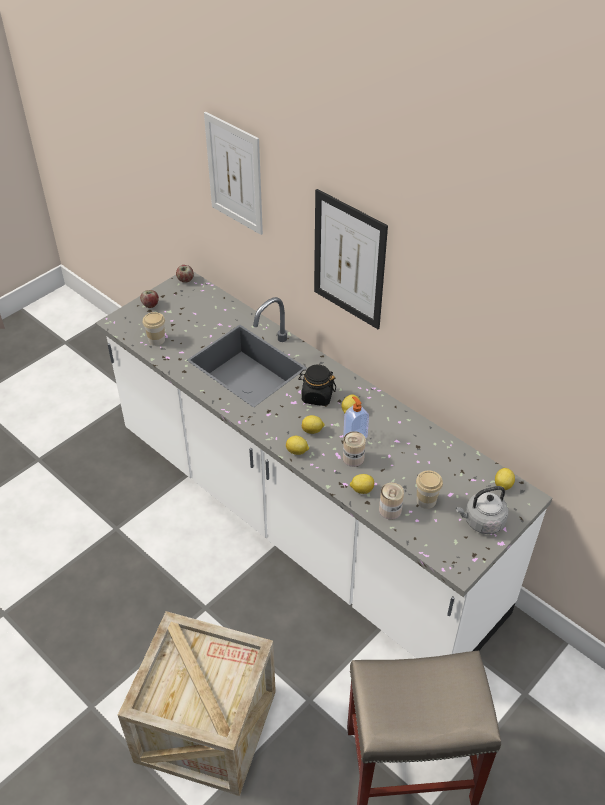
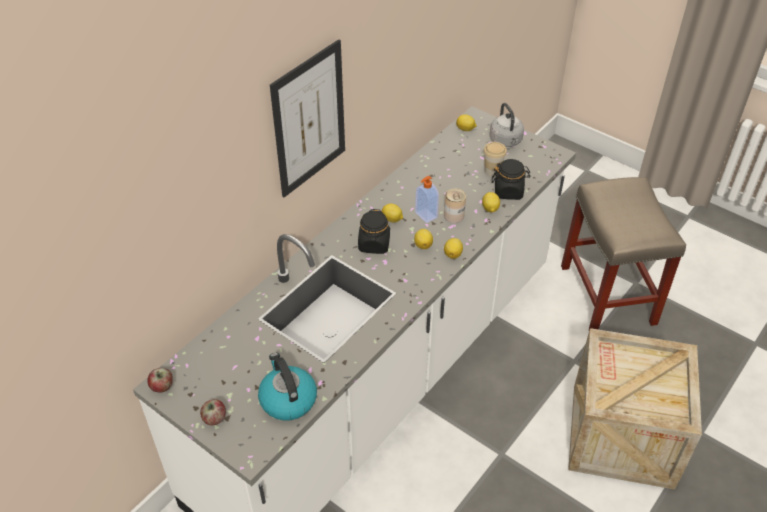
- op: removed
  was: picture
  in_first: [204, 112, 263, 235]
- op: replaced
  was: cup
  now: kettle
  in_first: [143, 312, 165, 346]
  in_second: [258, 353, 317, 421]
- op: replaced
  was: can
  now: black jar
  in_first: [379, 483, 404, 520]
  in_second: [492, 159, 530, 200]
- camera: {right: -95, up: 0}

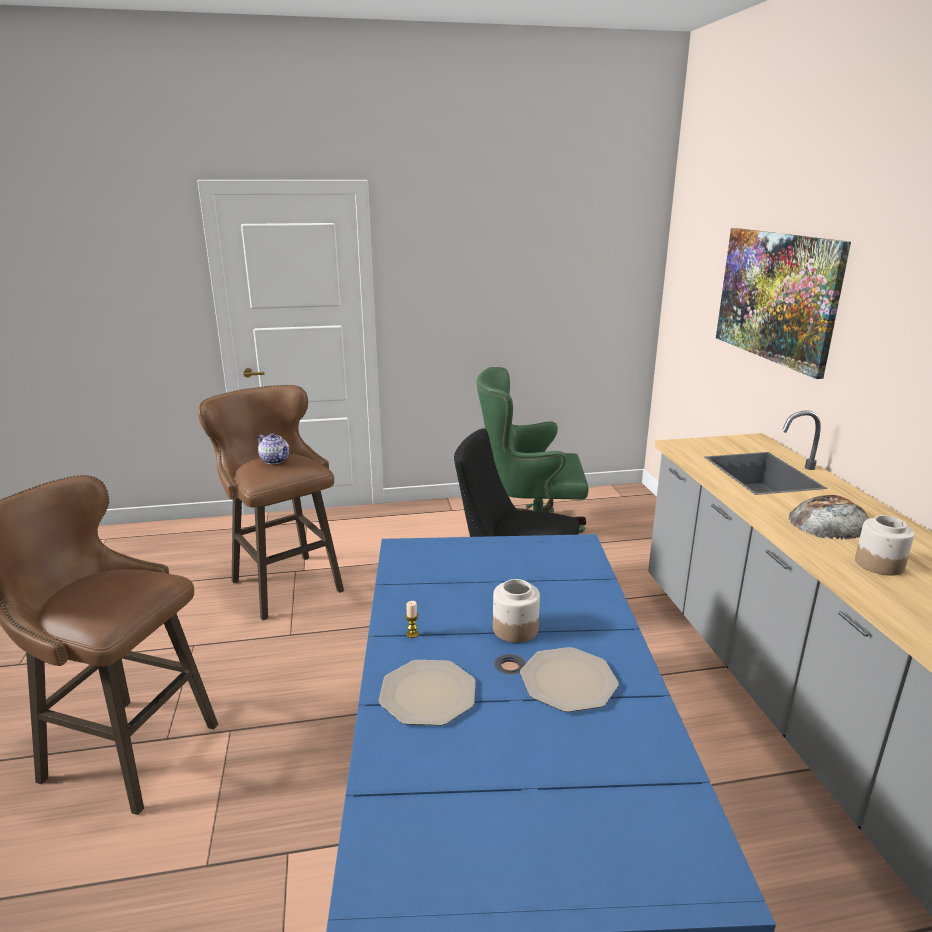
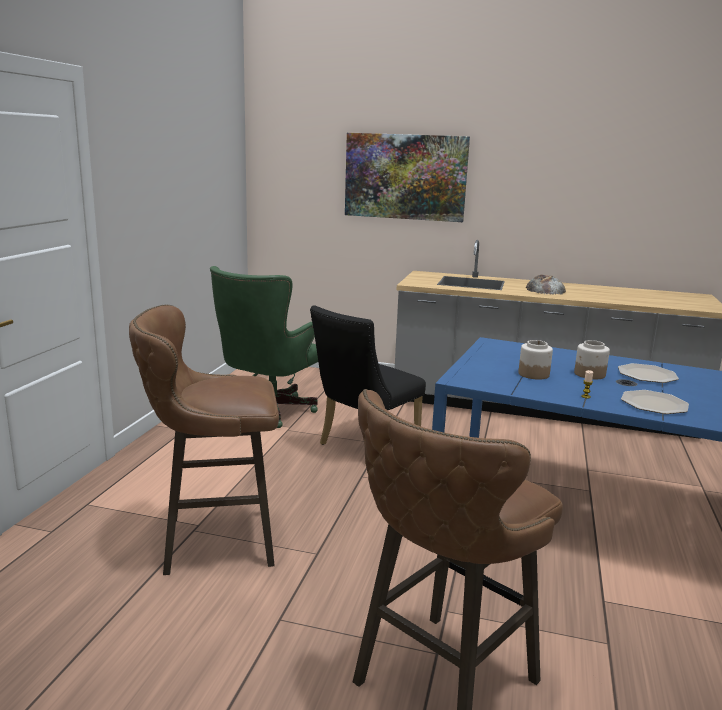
- op: removed
  was: teapot
  in_first: [257, 433, 289, 464]
- op: moved
  was: jar
  in_first: [855, 515, 914, 576]
  in_second: [518, 340, 553, 380]
- camera: {right: -65, up: -5}

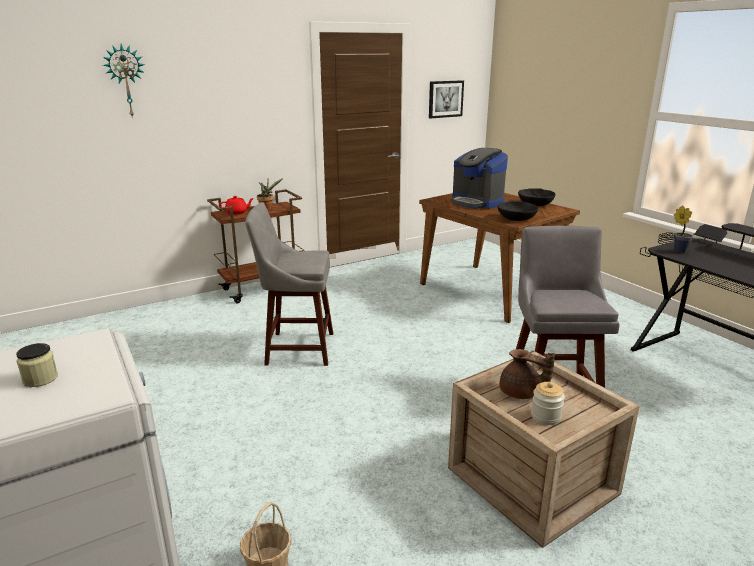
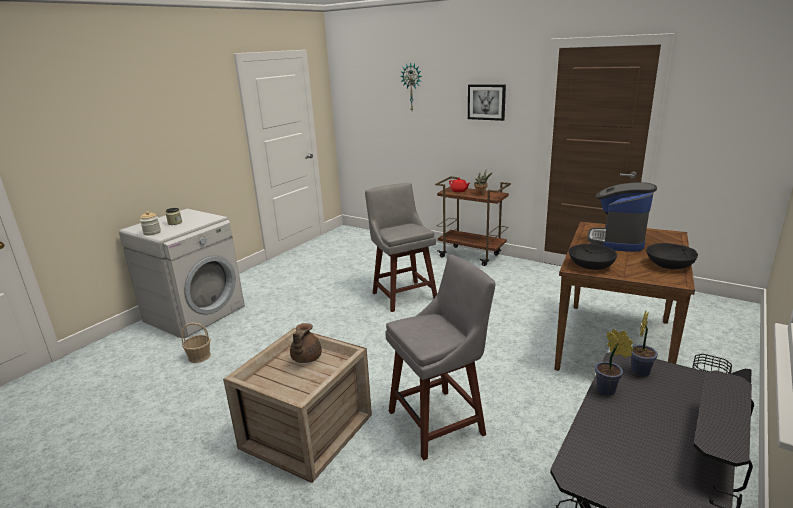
- op: added
  now: potted plant
  in_second: [595, 329, 634, 396]
- op: moved
  was: picture
  in_first: [429, 80, 464, 119]
  in_second: [468, 84, 506, 121]
- op: moved
  was: jar
  in_first: [531, 382, 565, 425]
  in_second: [140, 211, 161, 235]
- camera: {right: 65, up: 0}

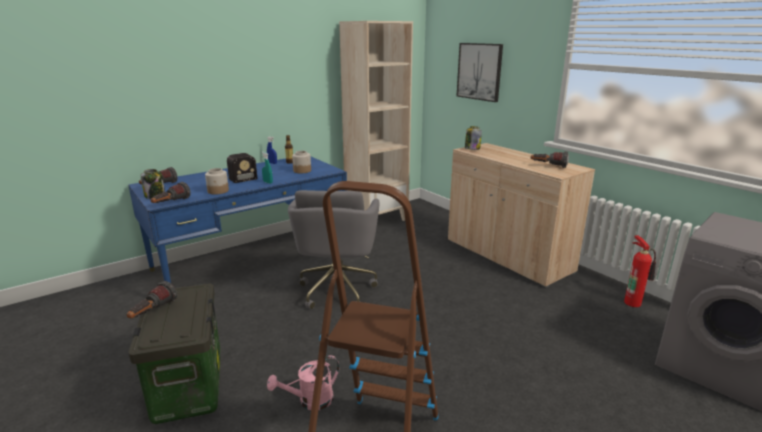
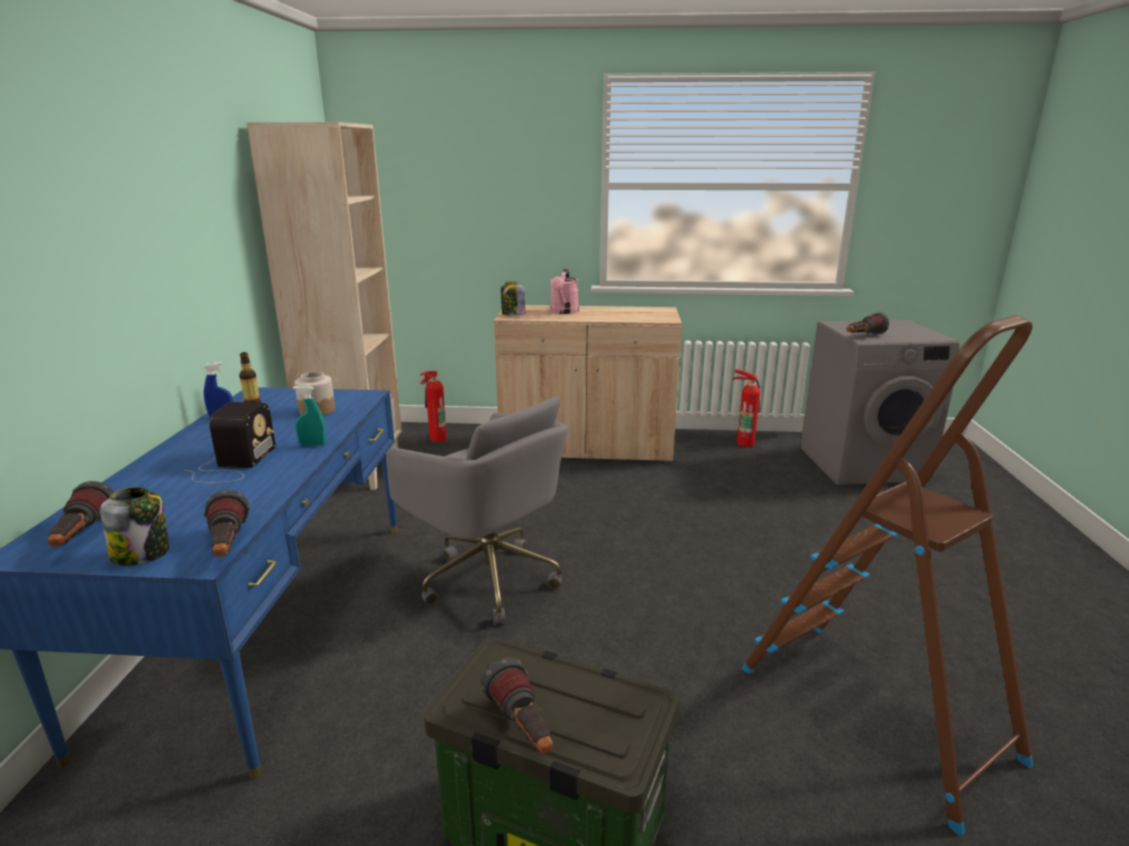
- op: removed
  was: jar
  in_first: [205, 168, 229, 195]
- op: removed
  was: picture
  in_first: [457, 43, 503, 102]
- op: added
  now: fire extinguisher
  in_second: [420, 371, 447, 442]
- op: moved
  was: pink watering can
  in_first: [267, 355, 339, 410]
  in_second: [550, 269, 579, 314]
- op: moved
  was: flashlight
  in_first: [531, 151, 569, 168]
  in_second: [846, 312, 889, 335]
- camera: {right: -50, up: 0}

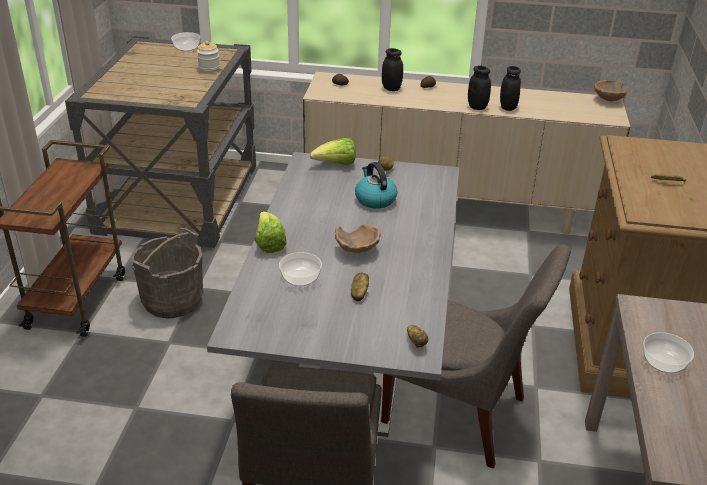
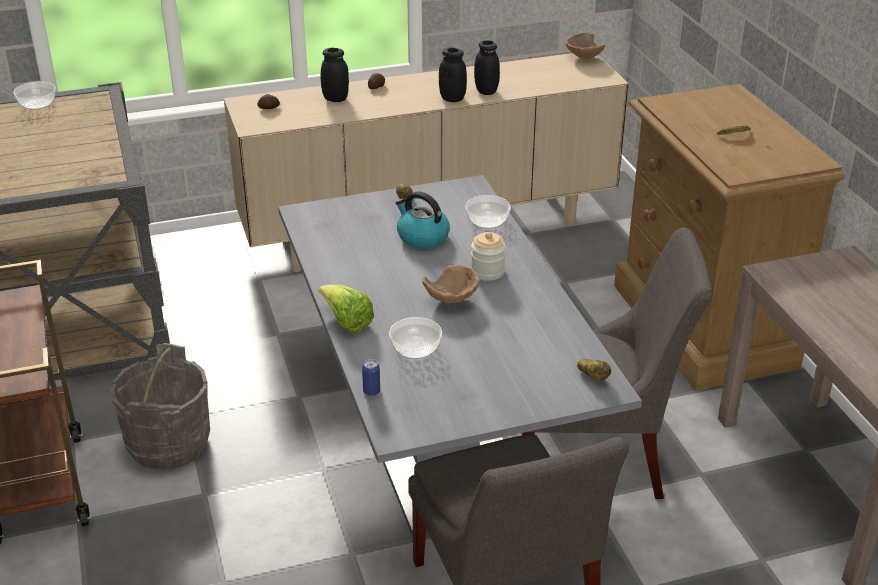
- op: removed
  was: lettuce
  in_first: [309, 138, 356, 165]
- op: removed
  was: potato
  in_first: [351, 273, 369, 301]
- op: added
  now: can
  in_second: [362, 359, 380, 396]
- op: moved
  was: jar
  in_first: [197, 41, 220, 73]
  in_second: [471, 232, 506, 281]
- op: moved
  was: bowl
  in_first: [643, 332, 694, 373]
  in_second: [465, 195, 511, 228]
- camera: {right: -25, up: 0}

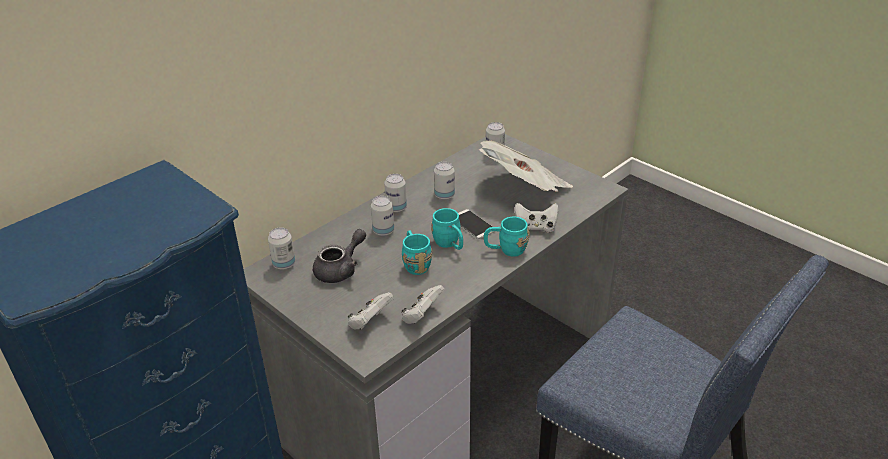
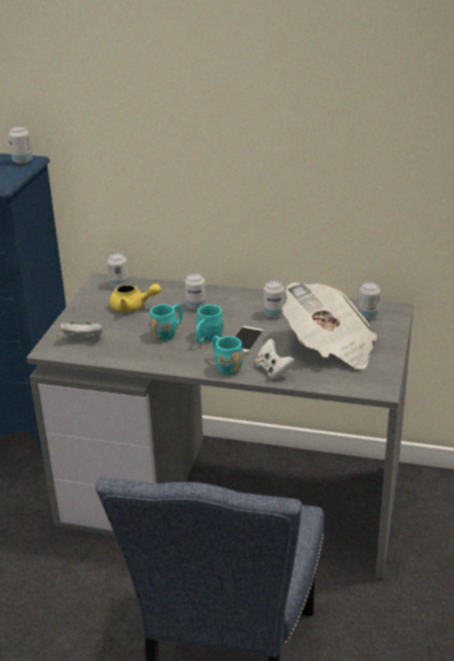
- op: removed
  was: white game controller
  in_first: [401, 285, 445, 324]
- op: moved
  was: can
  in_first: [384, 174, 407, 213]
  in_second: [8, 126, 32, 164]
- op: recoloured
  was: grey teapot
  now: yellow teapot
  in_first: [313, 229, 366, 283]
  in_second: [110, 282, 161, 312]
- camera: {right: 60, up: -5}

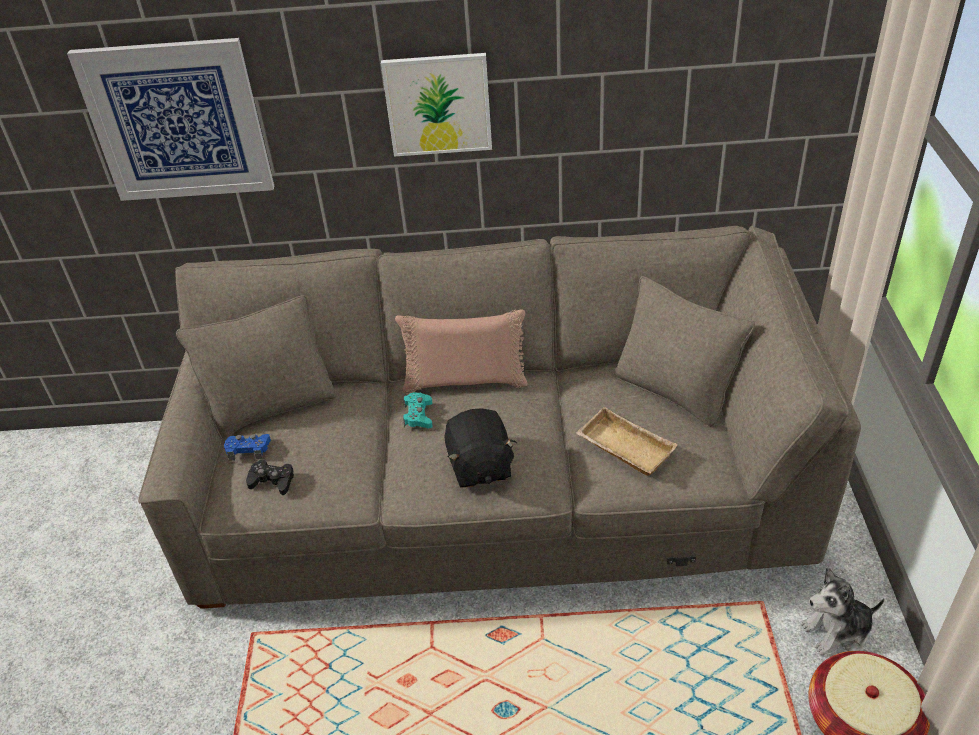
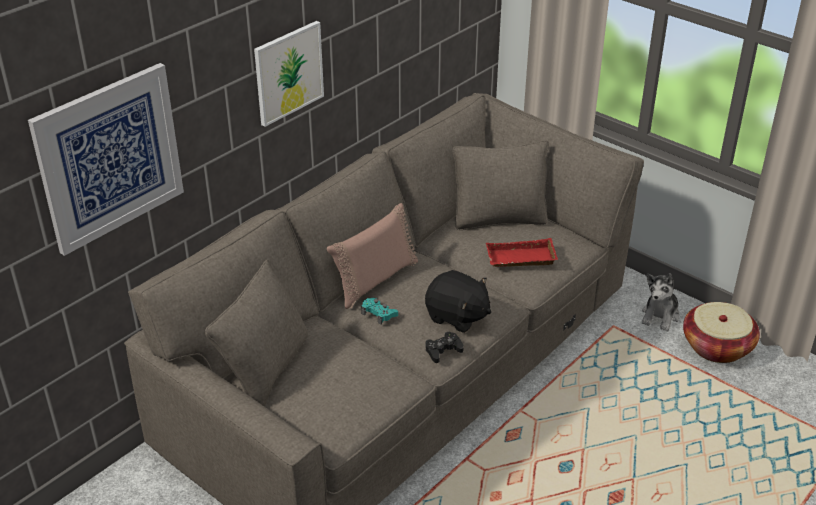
- op: removed
  was: blue game controller
  in_first: [224, 434, 271, 461]
- op: moved
  was: black game controller
  in_first: [246, 459, 294, 495]
  in_second: [425, 331, 464, 363]
- op: recoloured
  was: beige tray
  now: red tray
  in_first: [576, 407, 678, 476]
  in_second: [486, 238, 558, 267]
- camera: {right: -50, up: -5}

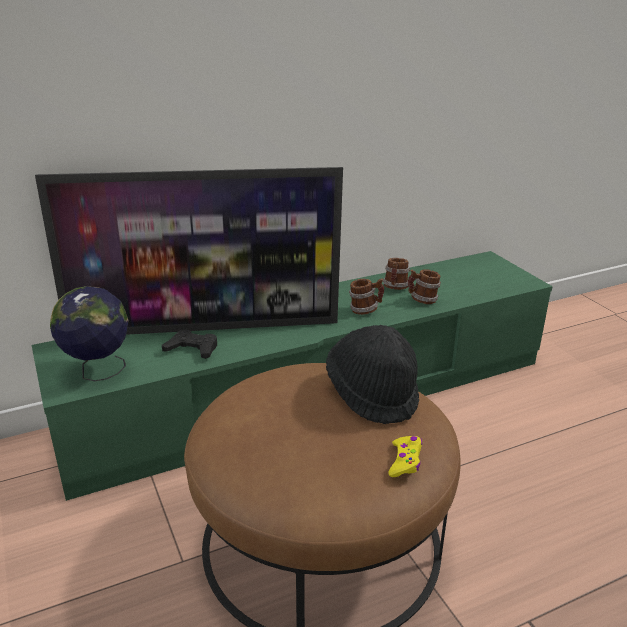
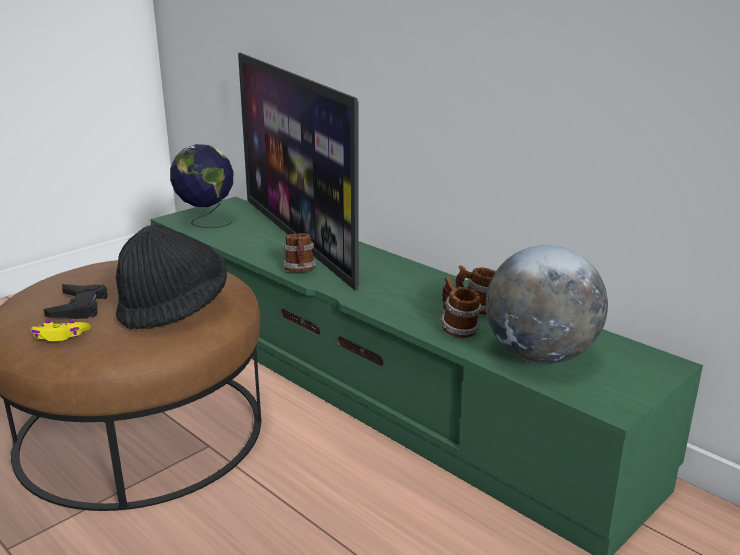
- op: added
  now: globe
  in_second: [486, 245, 608, 364]
- op: moved
  was: black game controller
  in_first: [162, 330, 217, 359]
  in_second: [44, 284, 108, 319]
- op: moved
  was: mug
  in_first: [349, 278, 384, 315]
  in_second: [283, 233, 317, 272]
- camera: {right: 70, up: -5}

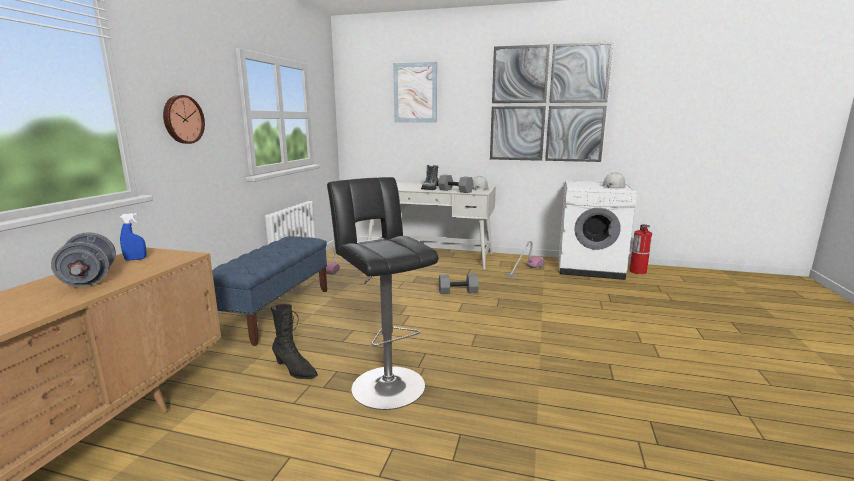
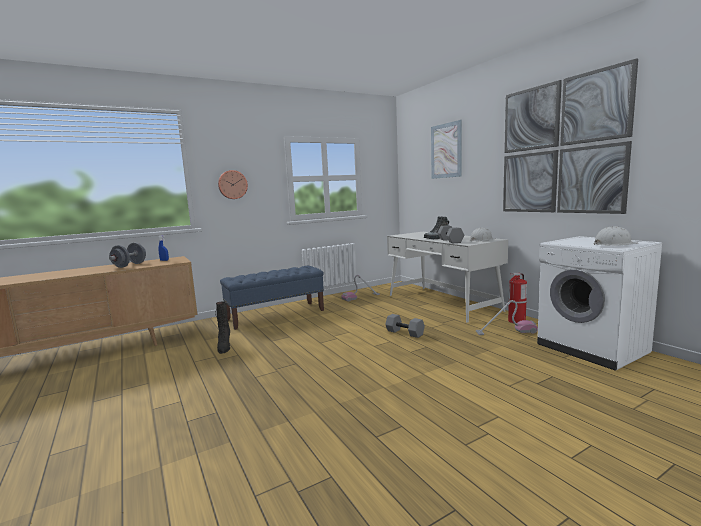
- op: removed
  was: black stool
  in_first: [327, 177, 439, 410]
- op: moved
  was: fire extinguisher
  in_first: [629, 224, 652, 274]
  in_second: [508, 273, 527, 323]
- camera: {right: 45, up: -5}

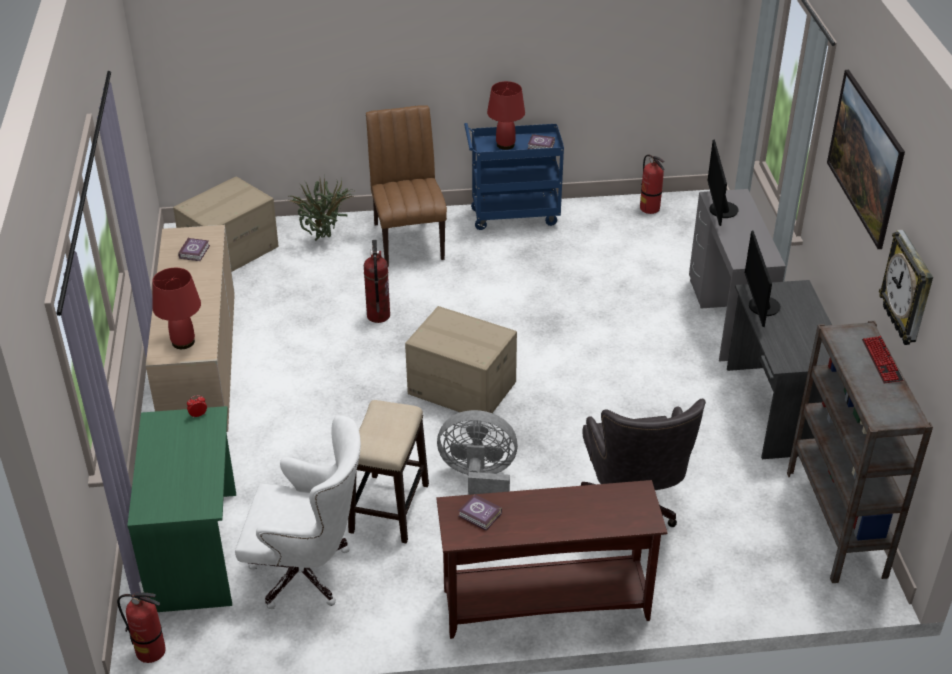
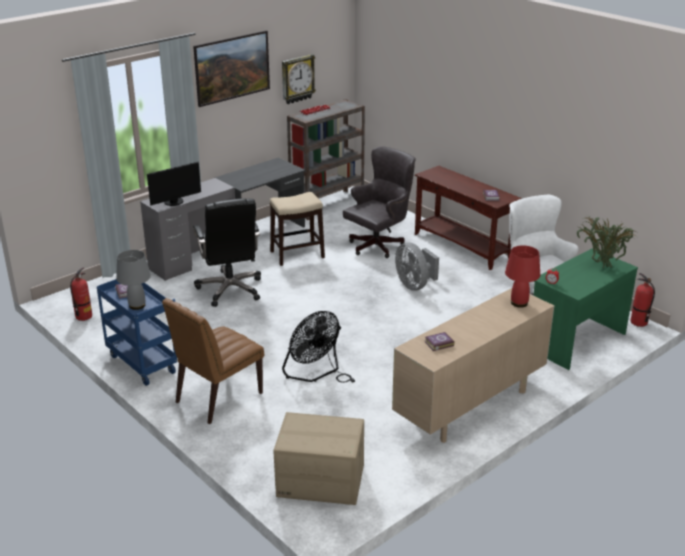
- op: removed
  was: cardboard box
  in_first: [405, 306, 517, 413]
- op: removed
  was: monitor
  in_first: [745, 231, 781, 328]
- op: added
  now: black office chair
  in_second: [193, 198, 261, 307]
- op: moved
  was: potted plant
  in_first: [288, 176, 355, 241]
  in_second: [577, 217, 636, 268]
- op: moved
  was: stool
  in_first: [348, 400, 429, 543]
  in_second: [270, 192, 325, 266]
- op: replaced
  was: fire extinguisher
  now: black fan
  in_first: [364, 240, 390, 323]
  in_second: [282, 311, 355, 383]
- op: recoloured
  was: red table lamp
  now: grey table lamp
  in_first: [487, 81, 525, 150]
  in_second: [116, 250, 151, 310]
- camera: {right: -125, up: -10}

